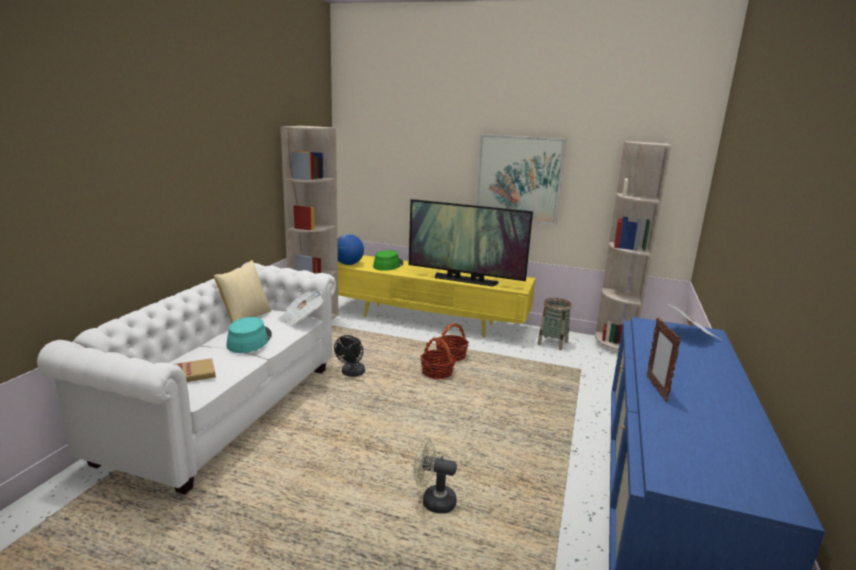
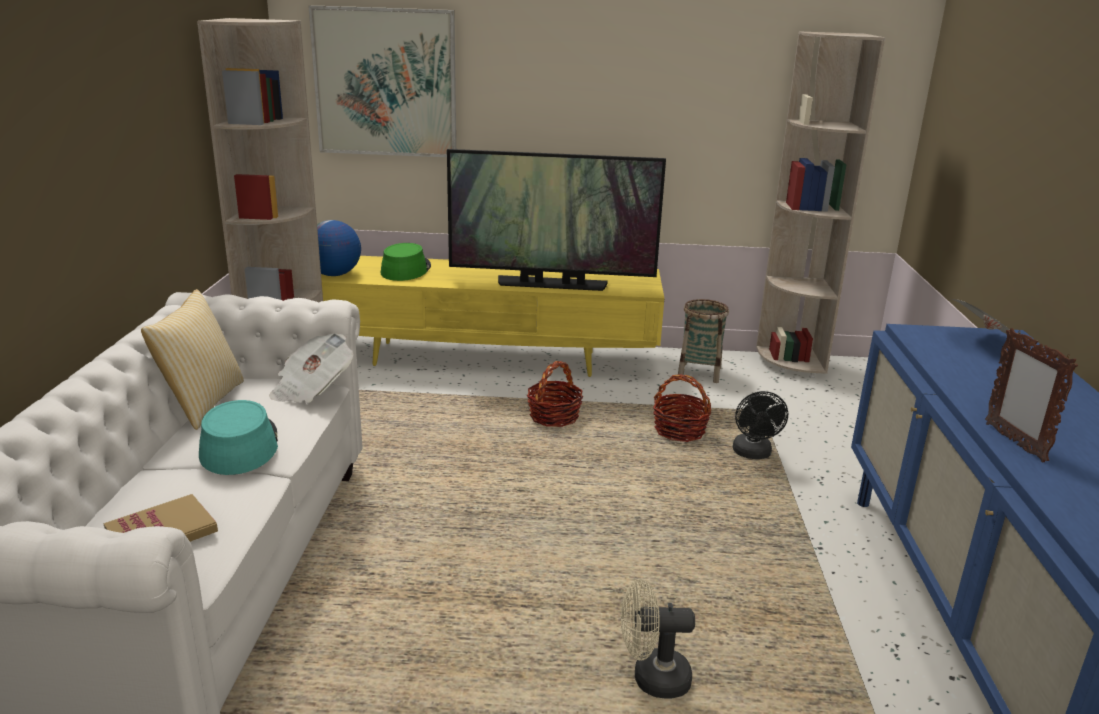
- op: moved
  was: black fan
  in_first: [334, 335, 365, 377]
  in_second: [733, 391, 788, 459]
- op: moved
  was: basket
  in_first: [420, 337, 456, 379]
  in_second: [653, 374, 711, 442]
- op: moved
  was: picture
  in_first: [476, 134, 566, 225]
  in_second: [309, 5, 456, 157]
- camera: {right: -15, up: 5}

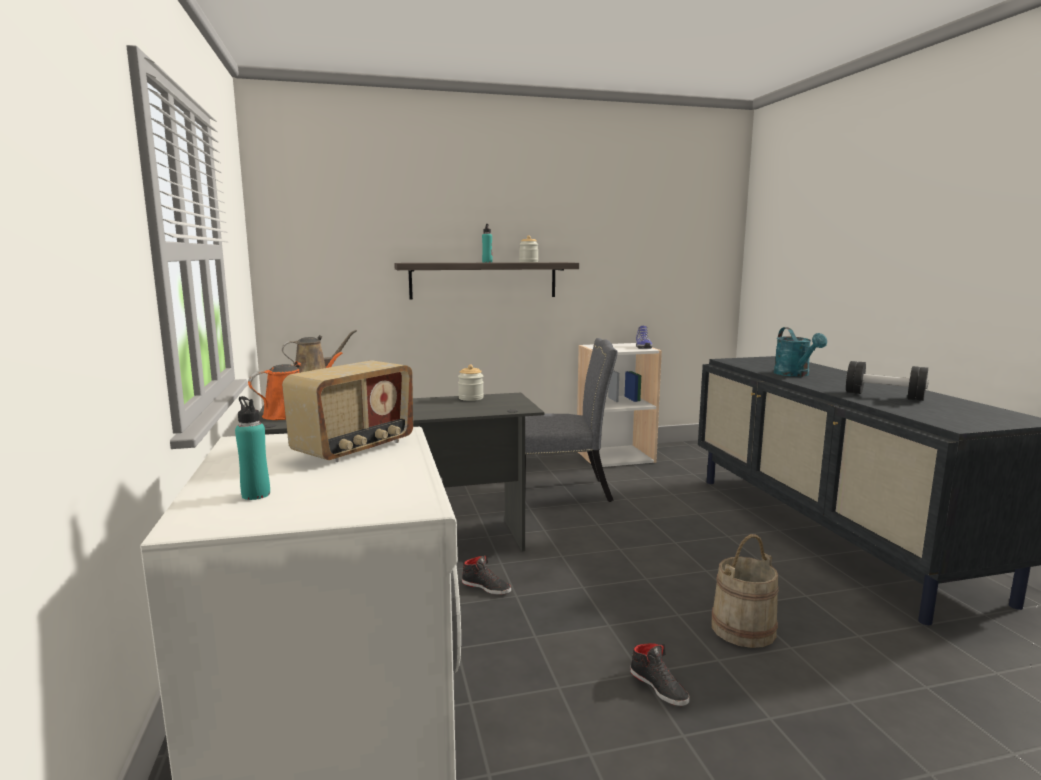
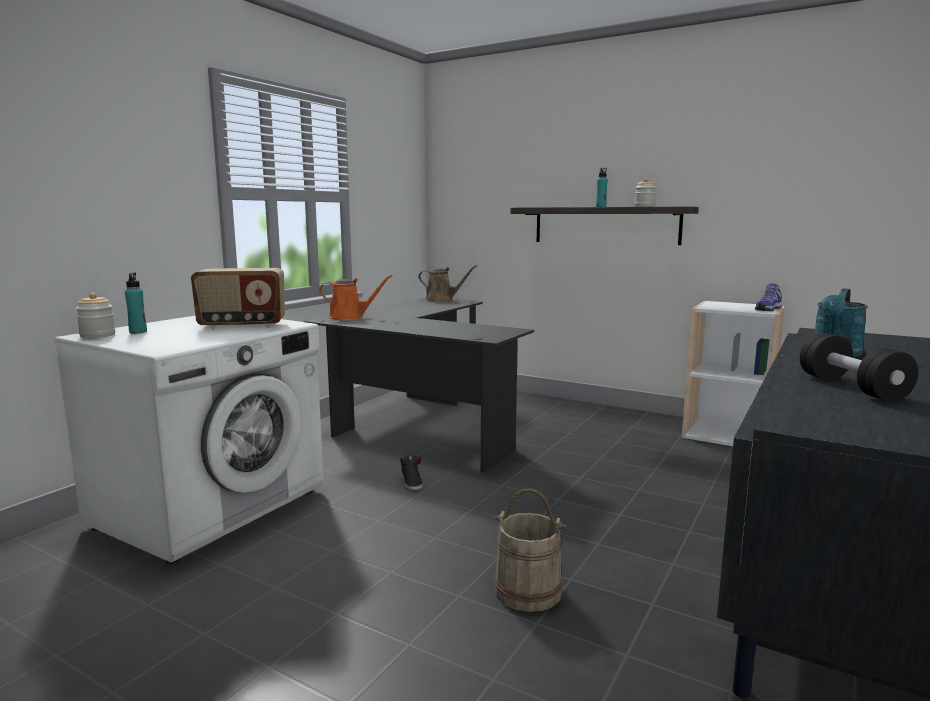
- op: removed
  was: grey chair
  in_first: [525, 338, 618, 502]
- op: removed
  was: black shoe
  in_first: [630, 643, 690, 706]
- op: moved
  was: jar
  in_first: [458, 365, 484, 401]
  in_second: [76, 293, 115, 338]
- camera: {right: 45, up: 0}

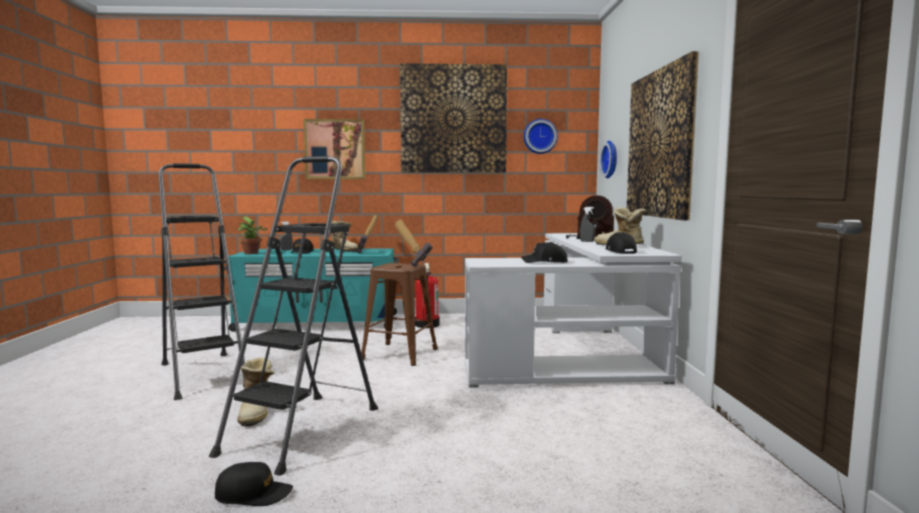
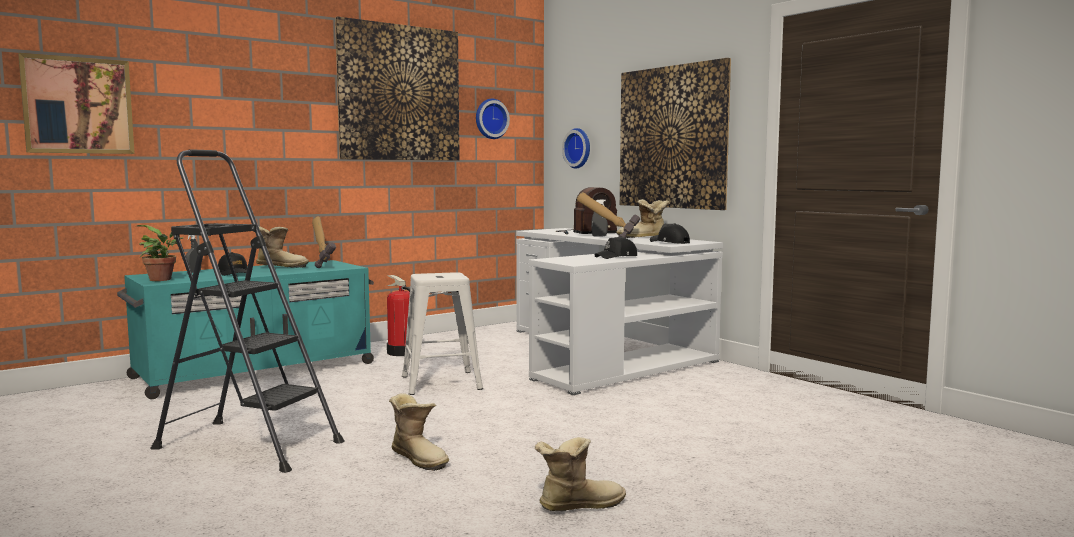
- op: removed
  was: step ladder
  in_first: [209, 156, 378, 476]
- op: moved
  was: picture
  in_first: [304, 119, 365, 179]
  in_second: [18, 53, 135, 154]
- op: moved
  was: hammer
  in_first: [395, 219, 433, 267]
  in_second: [577, 192, 640, 238]
- op: replaced
  was: black cap
  now: boot
  in_first: [215, 462, 293, 506]
  in_second: [535, 437, 626, 511]
- op: recoloured
  was: brown stool
  now: white stool
  in_first: [361, 263, 438, 366]
  in_second: [402, 272, 483, 395]
- camera: {right: -35, up: 0}

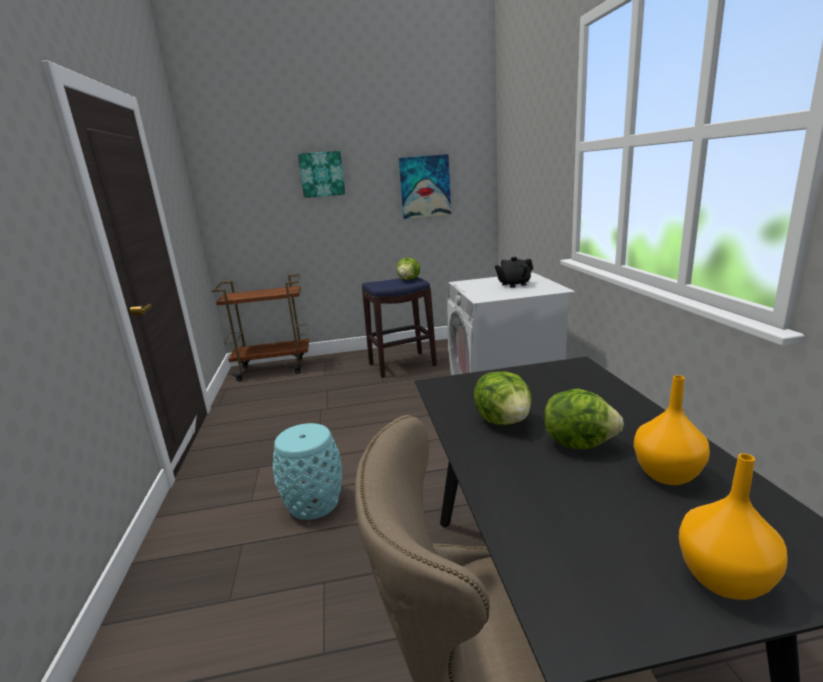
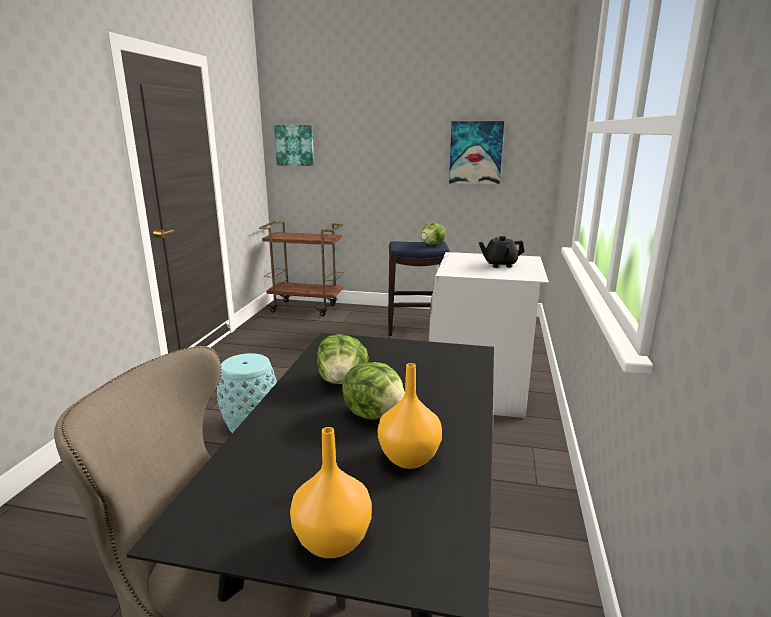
- op: moved
  was: picture
  in_first: [298, 151, 345, 198]
  in_second: [274, 125, 314, 166]
- camera: {right: 20, up: 0}

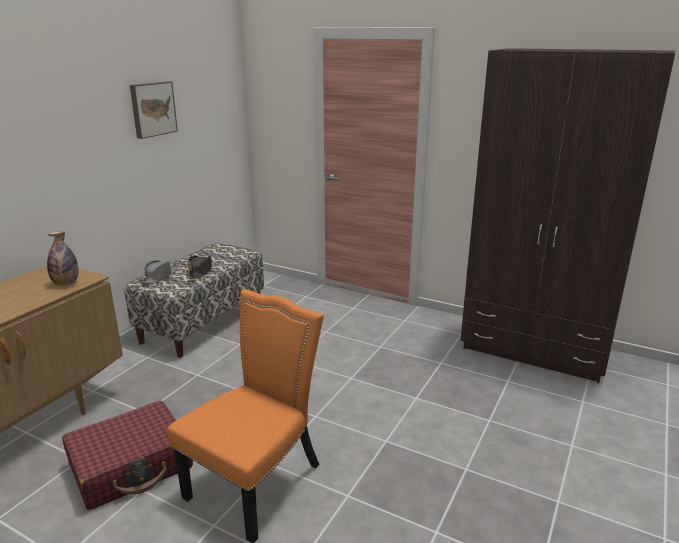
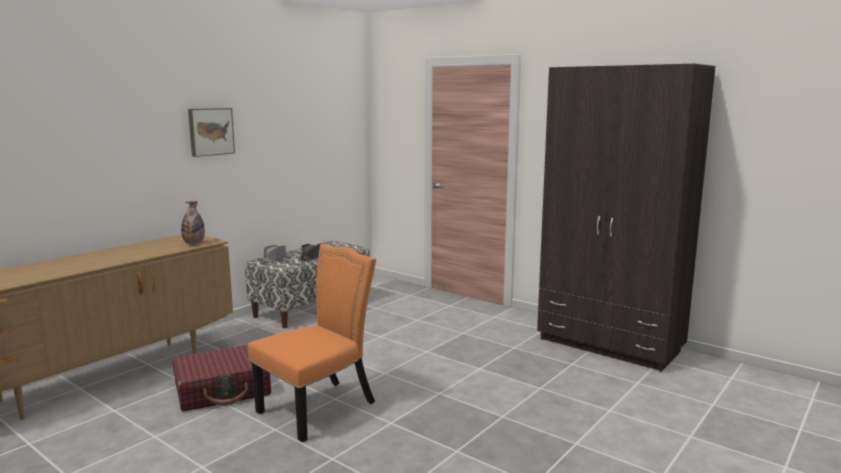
- op: moved
  was: picture
  in_first: [130, 81, 178, 139]
  in_second: [188, 108, 235, 157]
- camera: {right: 10, up: -10}

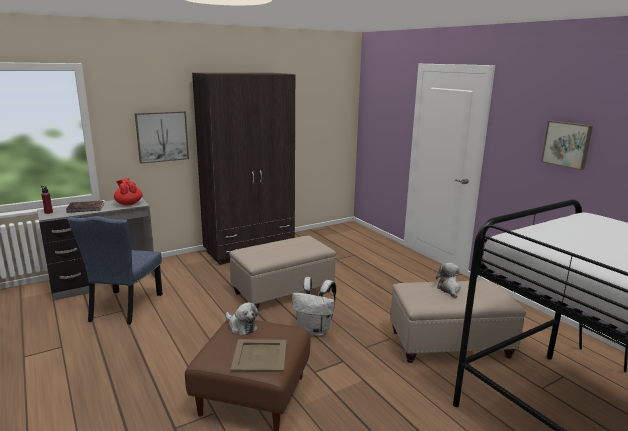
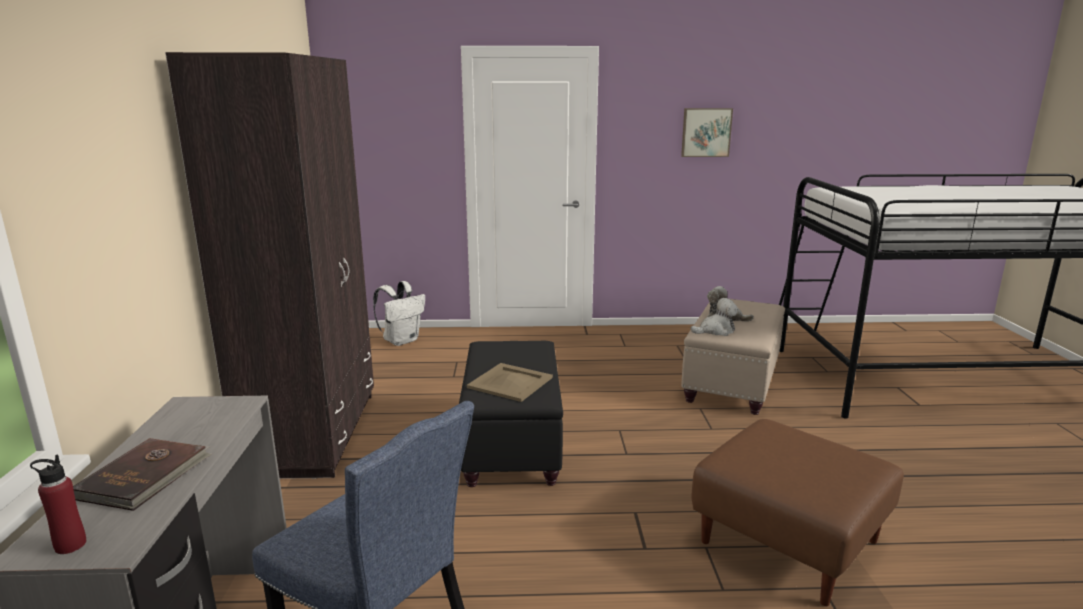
- op: removed
  was: red teapot
  in_first: [114, 178, 142, 206]
- op: removed
  was: picture
  in_first: [135, 111, 189, 164]
- op: moved
  was: plush toy
  in_first: [226, 302, 258, 335]
  in_second: [690, 298, 738, 336]
- op: moved
  was: beige tray
  in_first: [230, 339, 287, 372]
  in_second: [467, 363, 553, 402]
- op: moved
  was: white backpack
  in_first: [292, 277, 336, 336]
  in_second: [373, 281, 425, 346]
- op: recoloured
  was: beige ottoman
  now: black ottoman
  in_first: [229, 236, 336, 309]
  in_second: [459, 341, 563, 487]
- camera: {right: -60, up: 0}

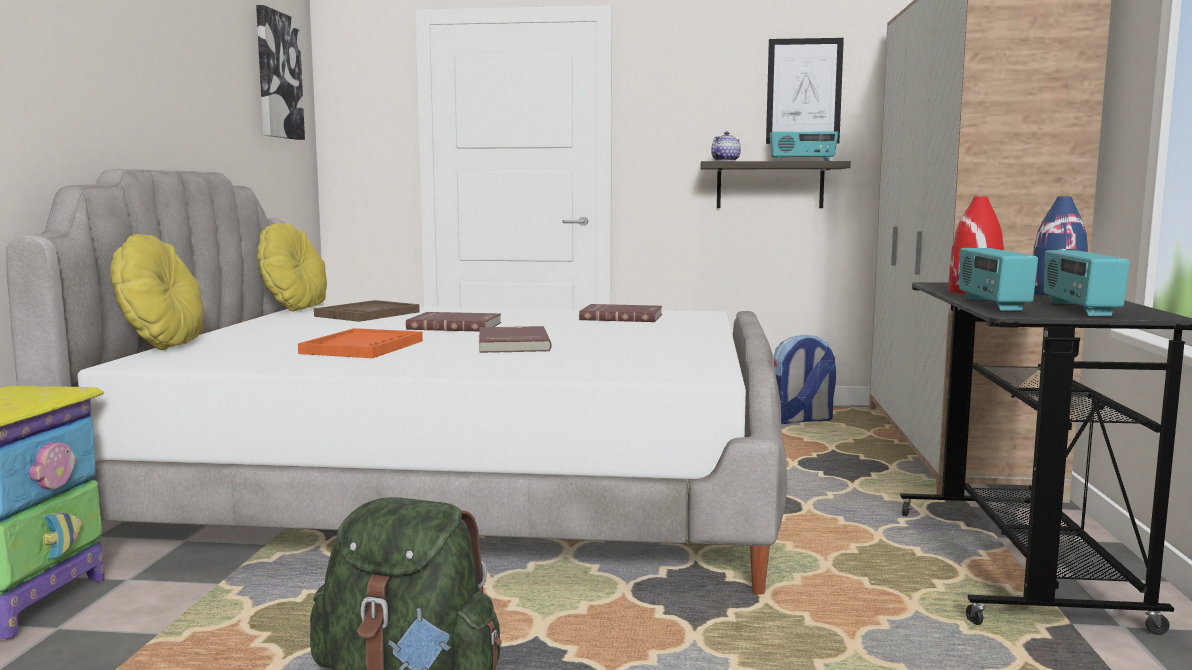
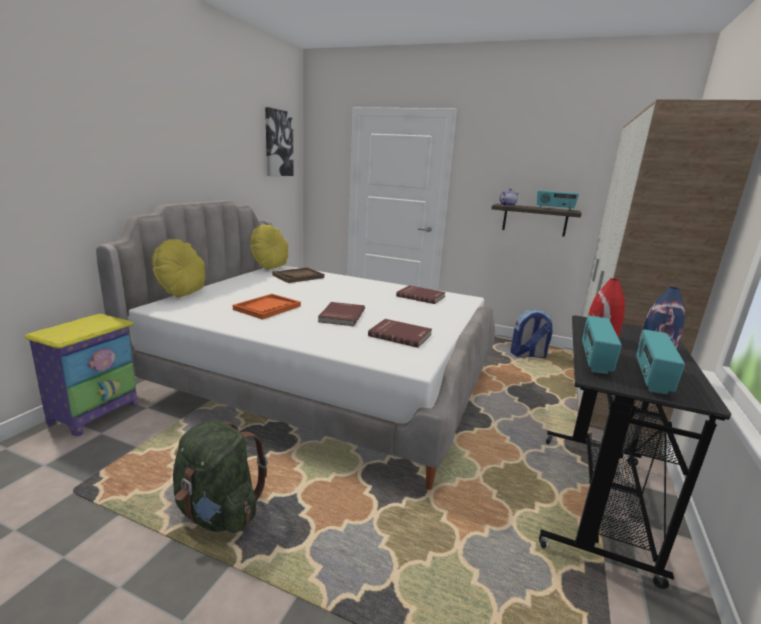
- op: removed
  was: picture
  in_first: [766, 38, 844, 144]
- op: moved
  was: red book
  in_first: [406, 312, 501, 331]
  in_second: [368, 319, 432, 348]
- camera: {right: 15, up: 10}

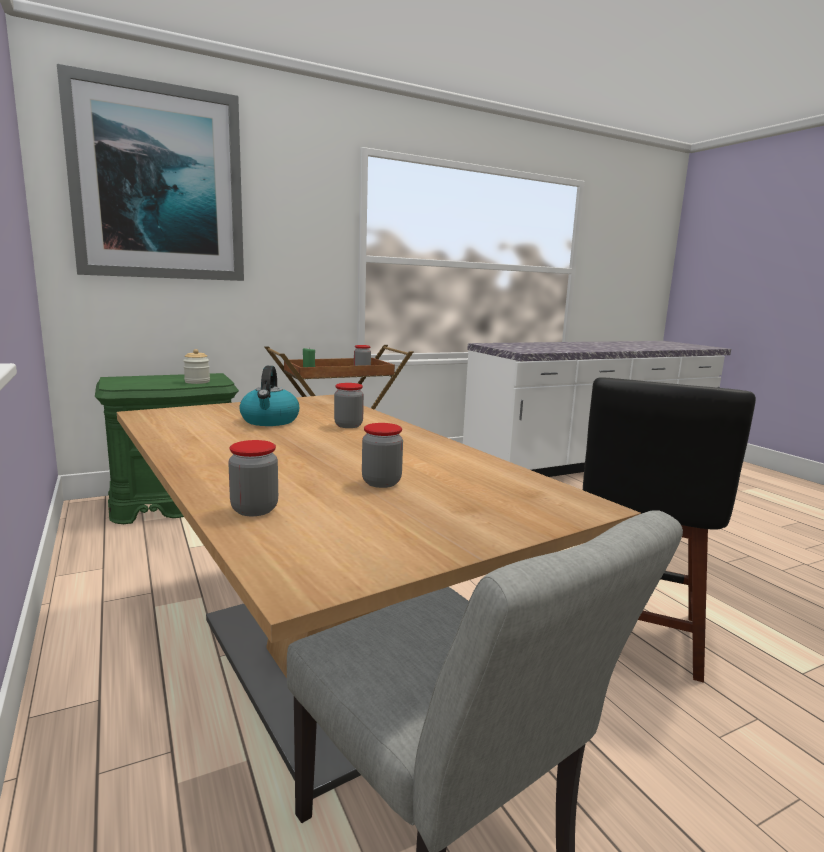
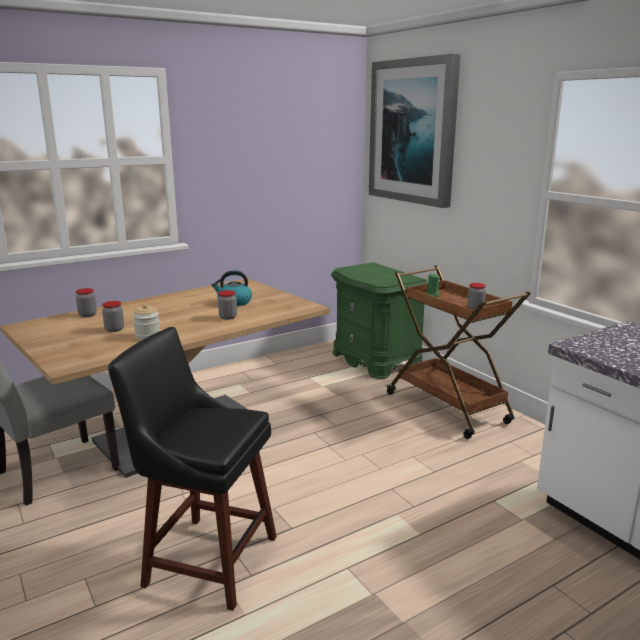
- op: moved
  was: jar
  in_first: [183, 349, 210, 384]
  in_second: [133, 304, 160, 340]
- camera: {right: 85, up: 5}

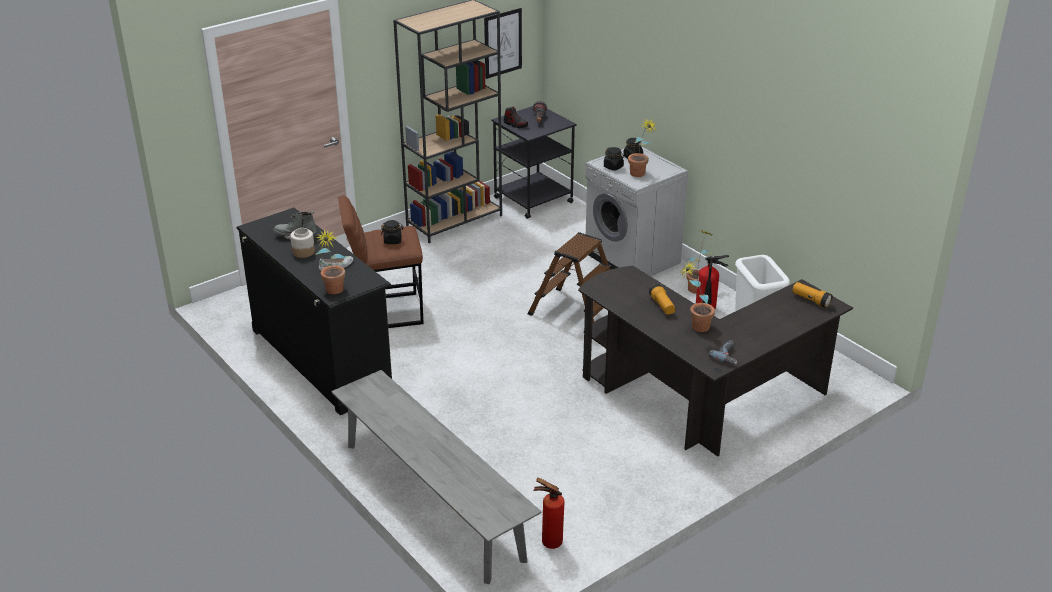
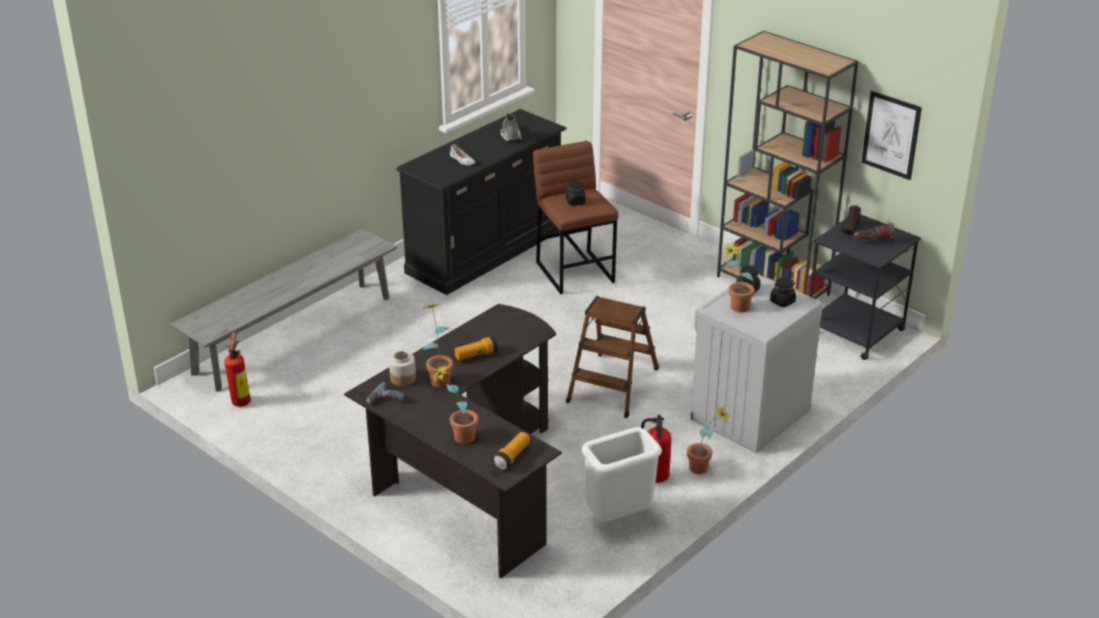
- op: moved
  was: jar
  in_first: [290, 228, 315, 258]
  in_second: [389, 351, 416, 386]
- op: moved
  was: potted plant
  in_first: [314, 229, 347, 294]
  in_second: [431, 364, 478, 444]
- camera: {right: 80, up: 0}

